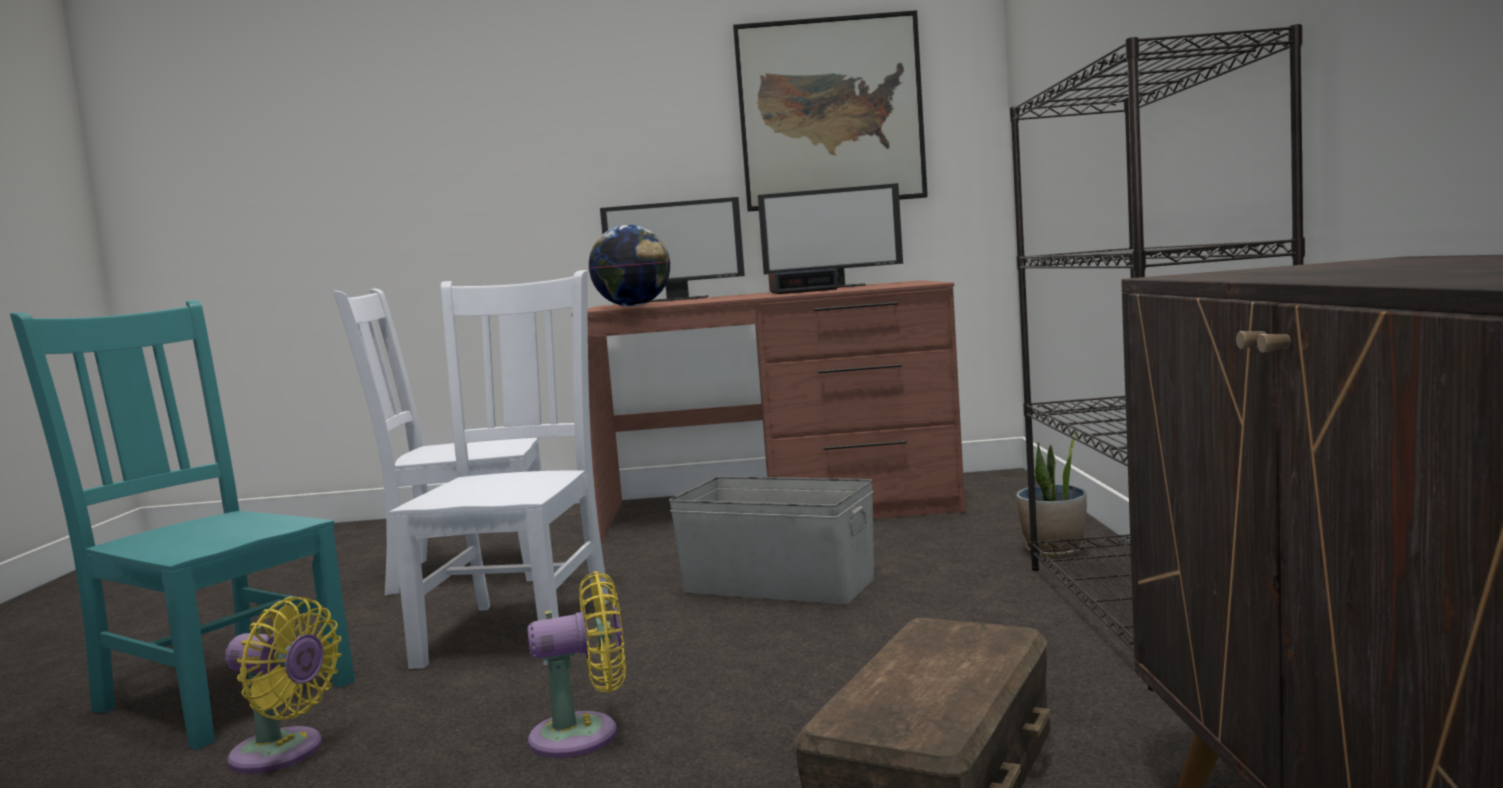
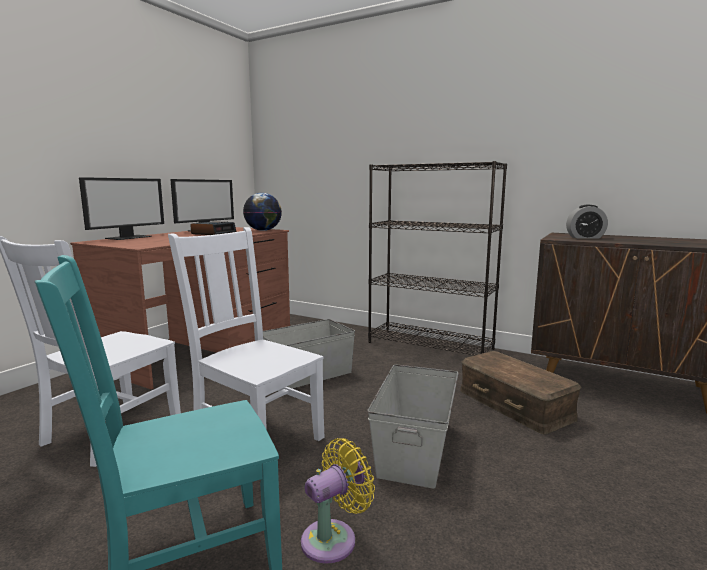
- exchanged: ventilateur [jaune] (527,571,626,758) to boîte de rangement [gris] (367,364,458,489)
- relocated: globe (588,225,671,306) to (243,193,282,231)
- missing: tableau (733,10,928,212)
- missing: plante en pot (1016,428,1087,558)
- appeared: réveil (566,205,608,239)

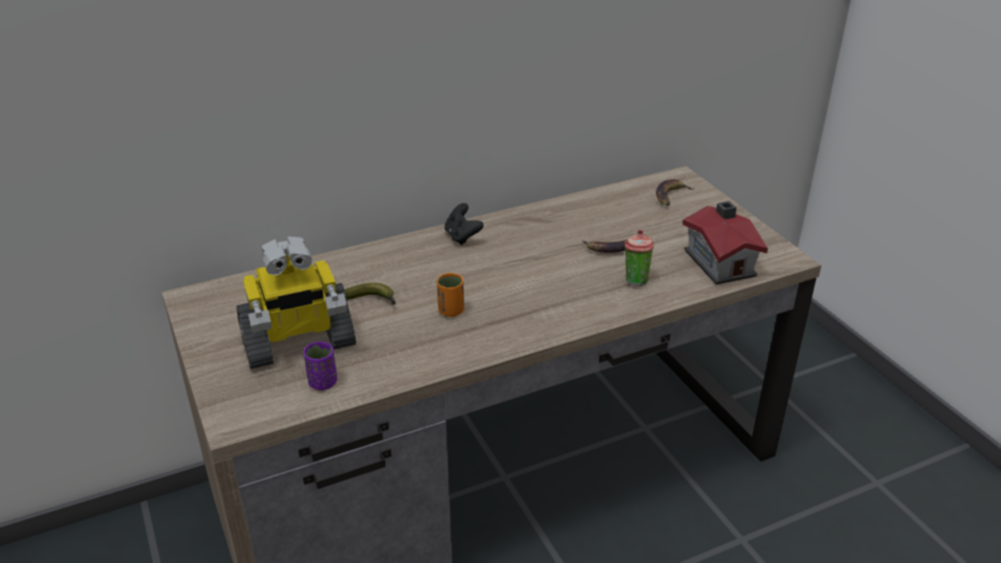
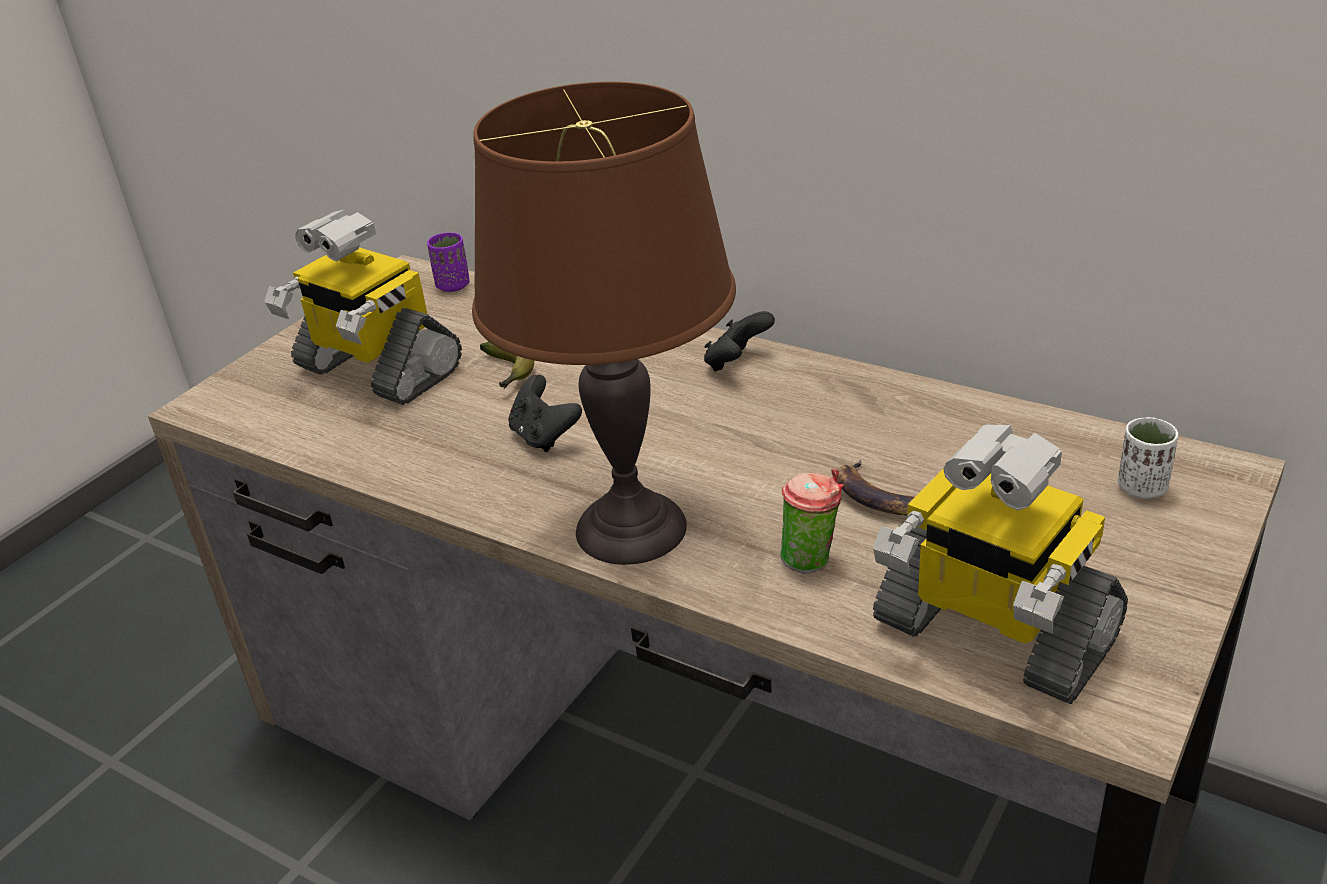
- relocated: tasse [violet] (303,342,337,390) to (427,233,470,292)
- exchanged: tasse [orange] (437,273,464,317) to manette [noir] (508,375,582,452)
- exchanged: banane (656,179,694,206) to tasse [blanc] (1118,417,1178,499)
- exchanged: maison miniature (682,201,768,285) to robot jouet (873,425,1128,704)
- appeared: lampe de table [marron] (472,82,736,565)

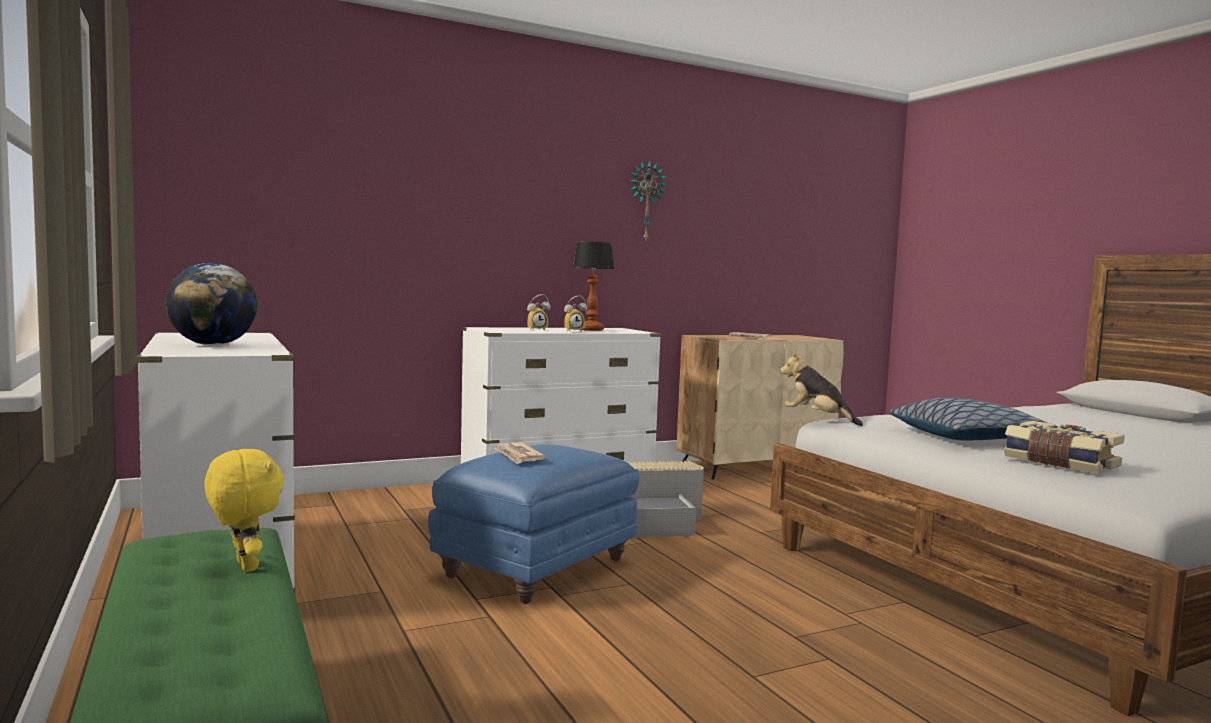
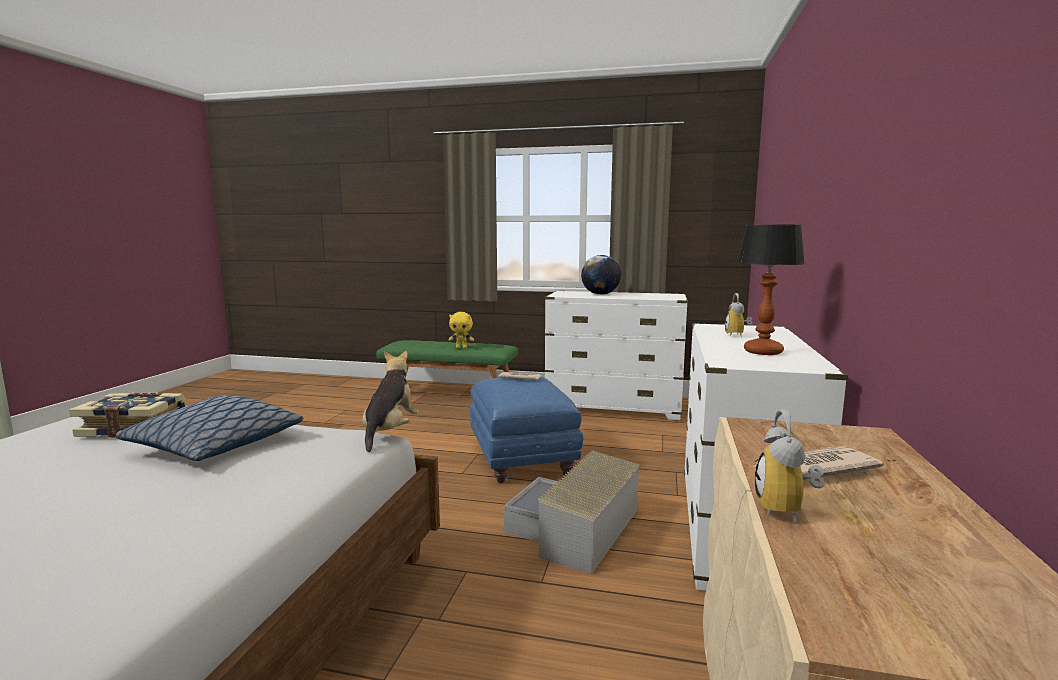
- relocated: réveil (564,295,587,332) to (755,409,825,523)
- missing: horloge murale (629,160,667,240)
- spun: peluche (780,351,863,426) = (363,351,419,452) 75 degrees counterclockwise

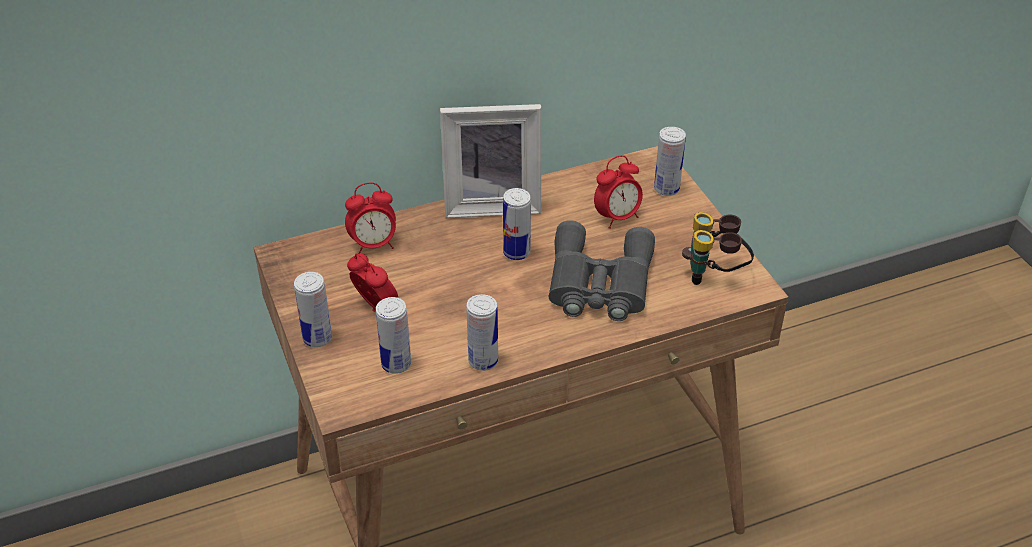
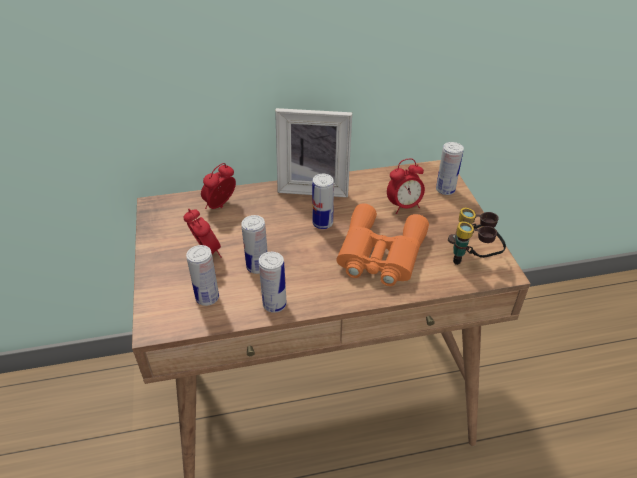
- relocated: boîte métallique (294,272,332,347) to (241,215,268,274)
- spun: réveil (345,183,396,254) = (201,163,236,209) 135 degrees clockwise
- colour: jumelles [gris] (549,220,655,321) to jumelles [orange] (336,203,429,286)

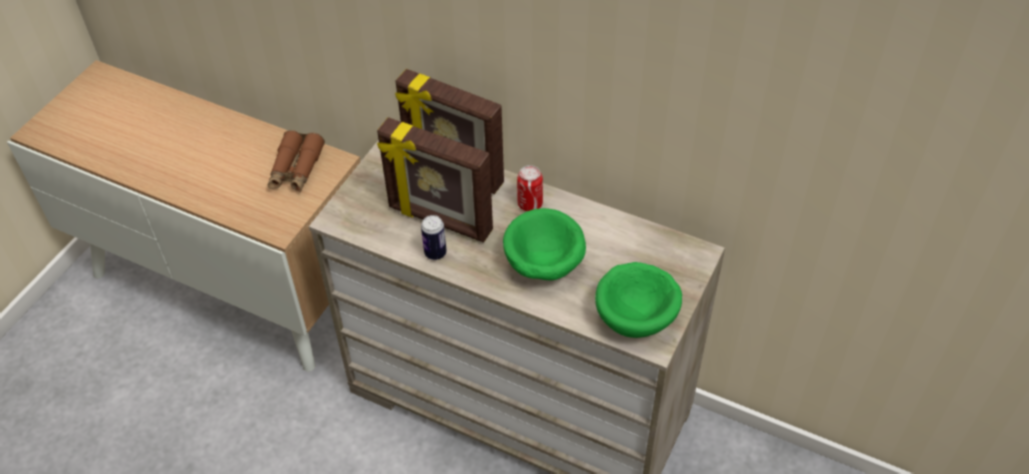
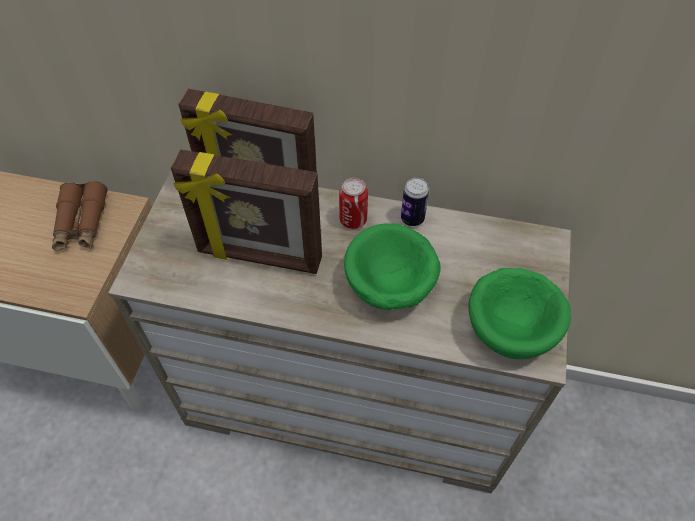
- relocated: boîte métallique (421,215,447,260) to (401,178,429,226)

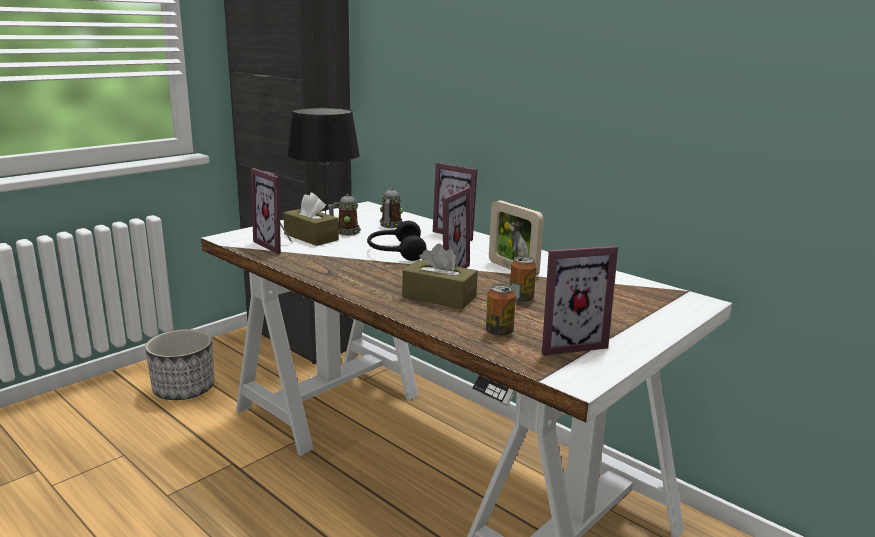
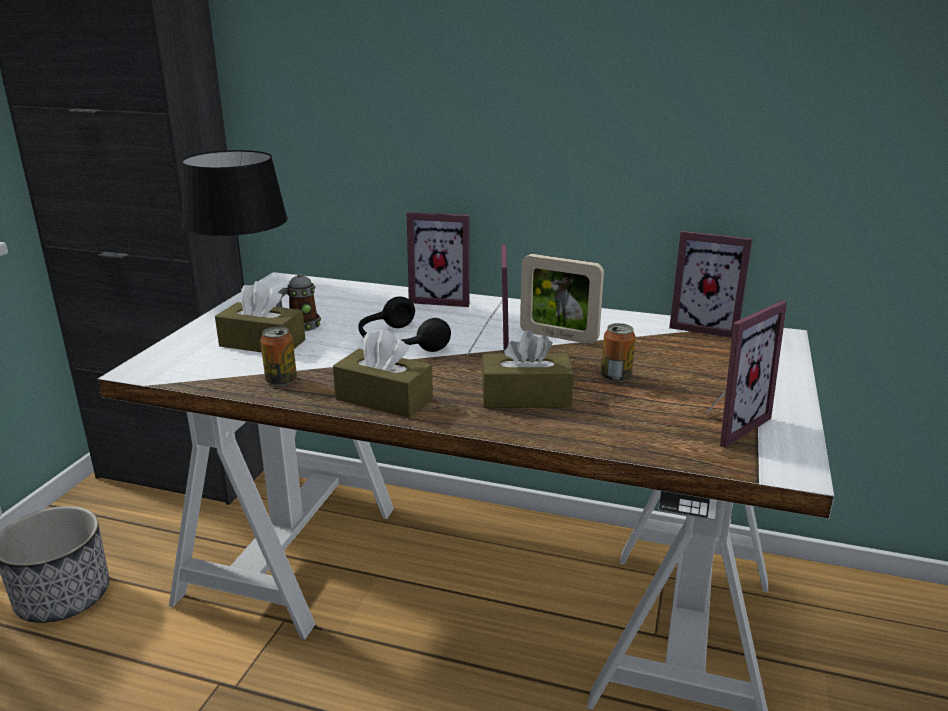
- relocated: cadre photo (251,168,292,254) to (669,231,753,338)
- missing: mug (380,188,403,228)
- relocated: boîte métallique (486,284,516,337) to (260,326,297,386)
- appeared: boîte à mouchoirs [marron] (333,329,433,418)

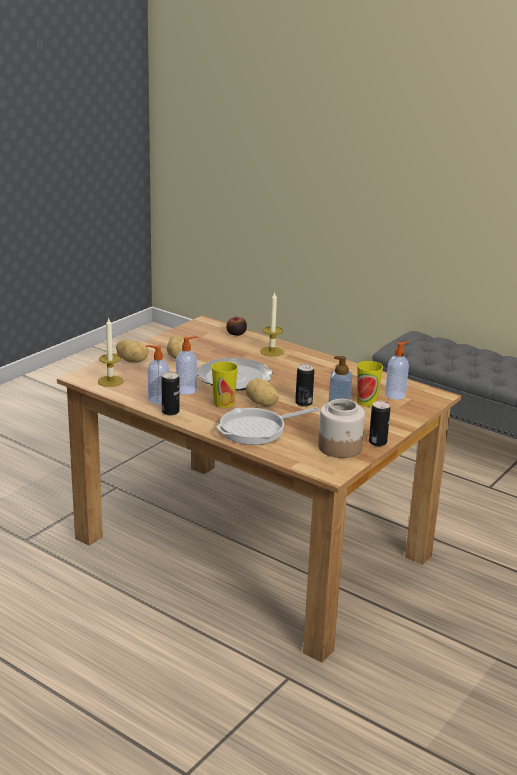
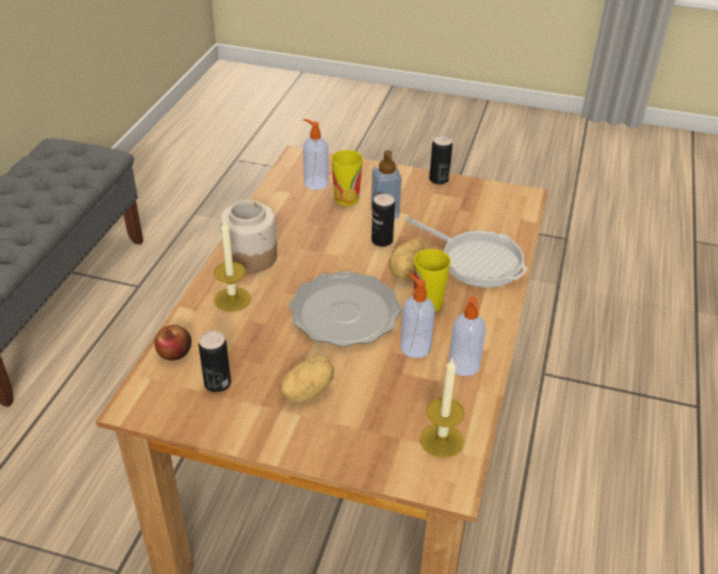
- missing: pomme de terre (116,340,149,362)
- relocated: boîte métallique (162,372,180,416) to (198,331,231,392)
- relocated: bocal (318,399,365,458) to (220,200,277,274)

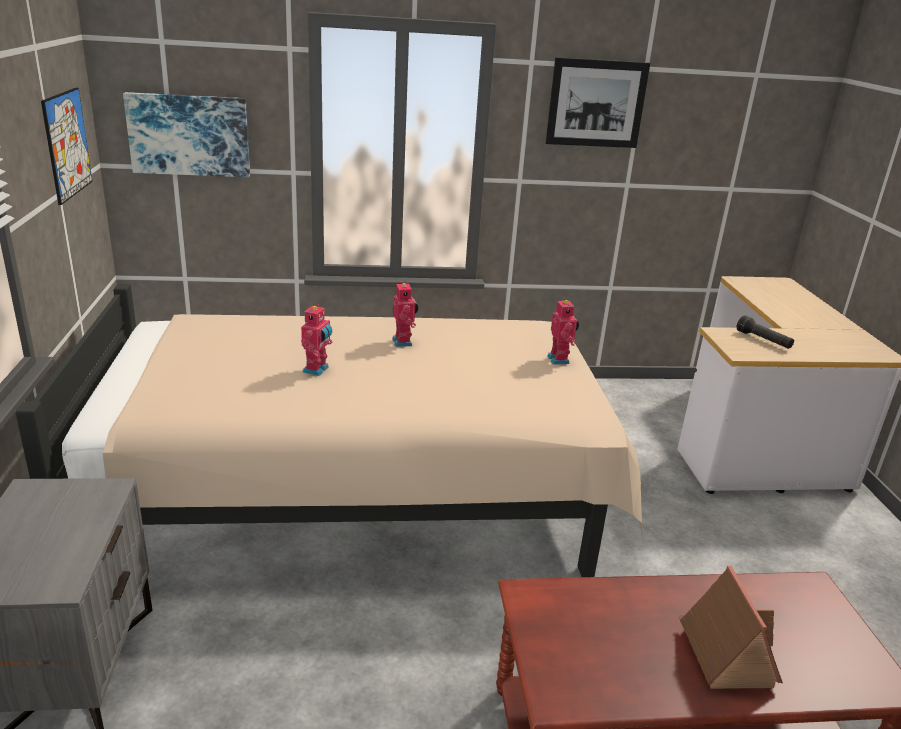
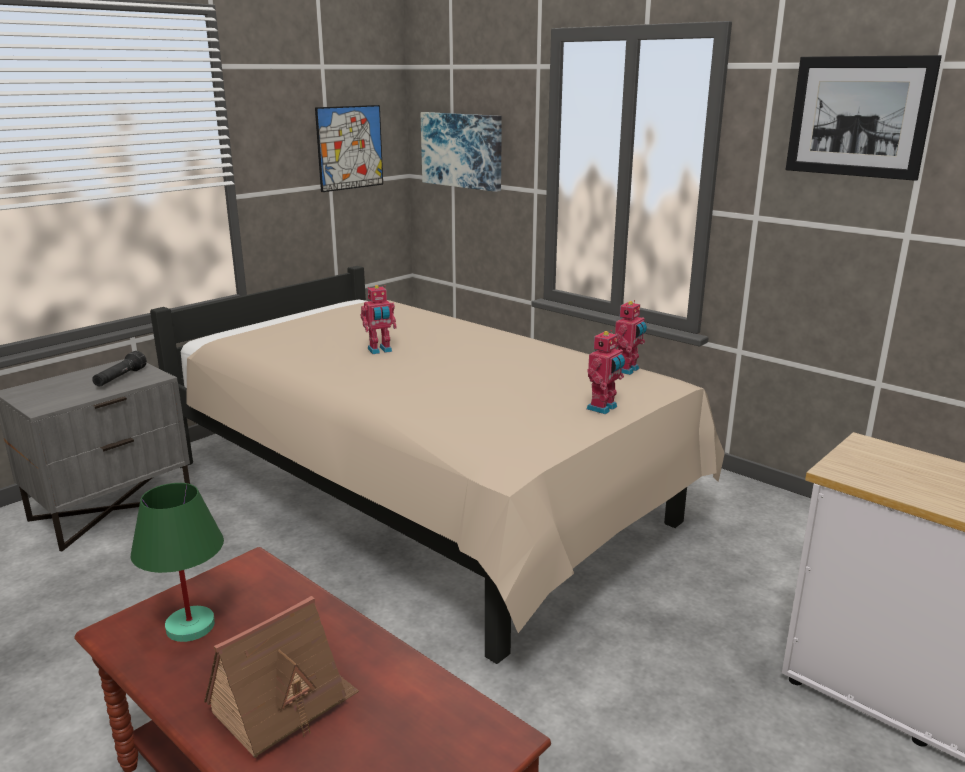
- relocated: robot jouet (392,281,418,347) to (615,300,647,375)
- relocated: lampe de poche [noir] (737,315,794,349) to (92,351,147,387)
- appeared: lampe de table [vert] (131,483,224,642)

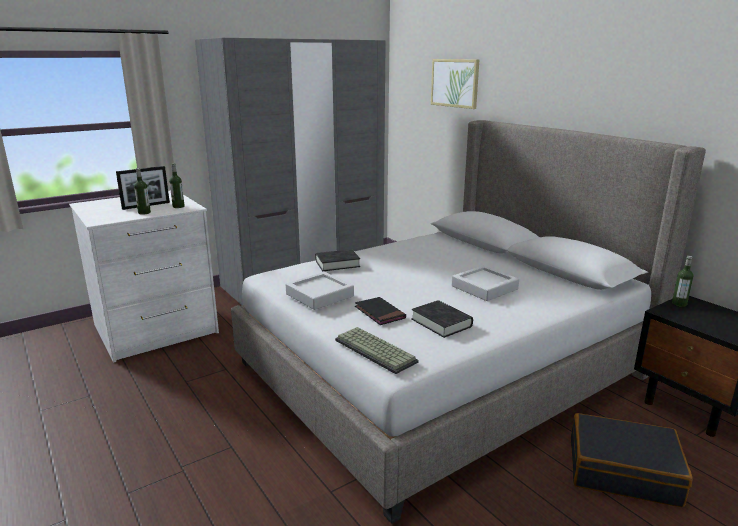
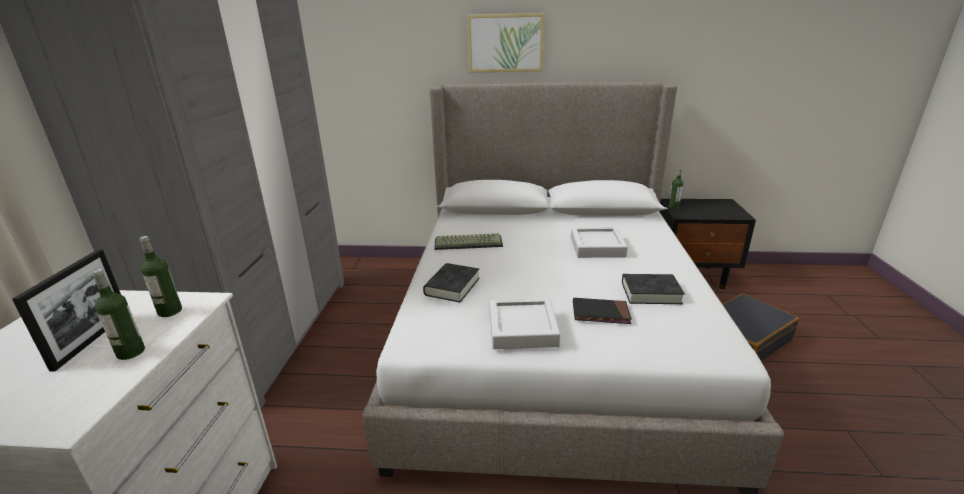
- relocated: clavier (335,327,419,374) to (435,233,503,250)
- relocated: tableau (431,59,479,109) to (467,13,544,73)

